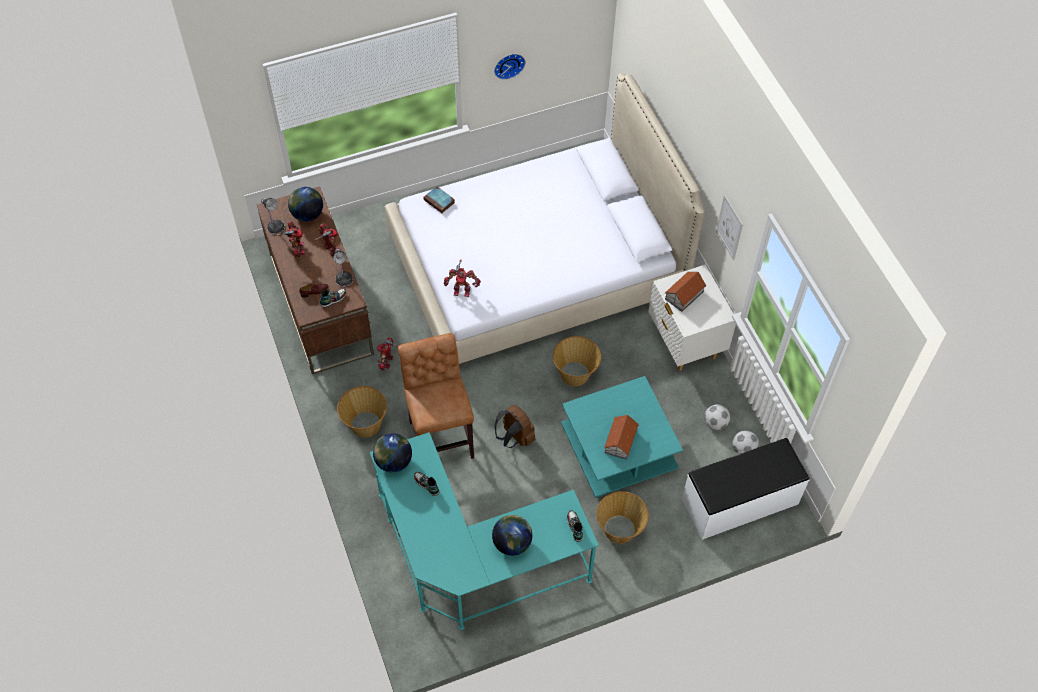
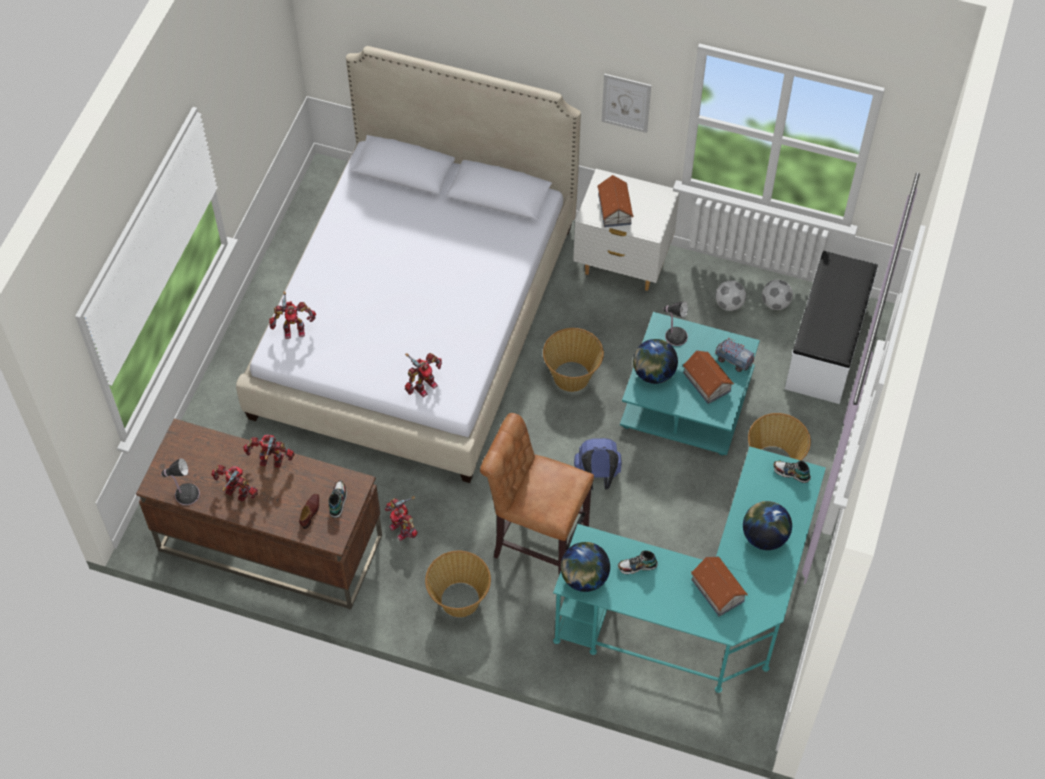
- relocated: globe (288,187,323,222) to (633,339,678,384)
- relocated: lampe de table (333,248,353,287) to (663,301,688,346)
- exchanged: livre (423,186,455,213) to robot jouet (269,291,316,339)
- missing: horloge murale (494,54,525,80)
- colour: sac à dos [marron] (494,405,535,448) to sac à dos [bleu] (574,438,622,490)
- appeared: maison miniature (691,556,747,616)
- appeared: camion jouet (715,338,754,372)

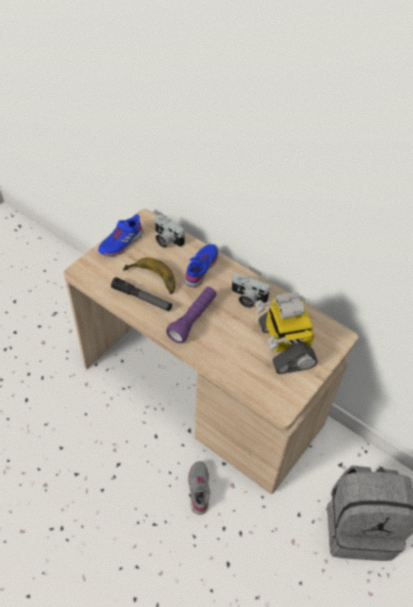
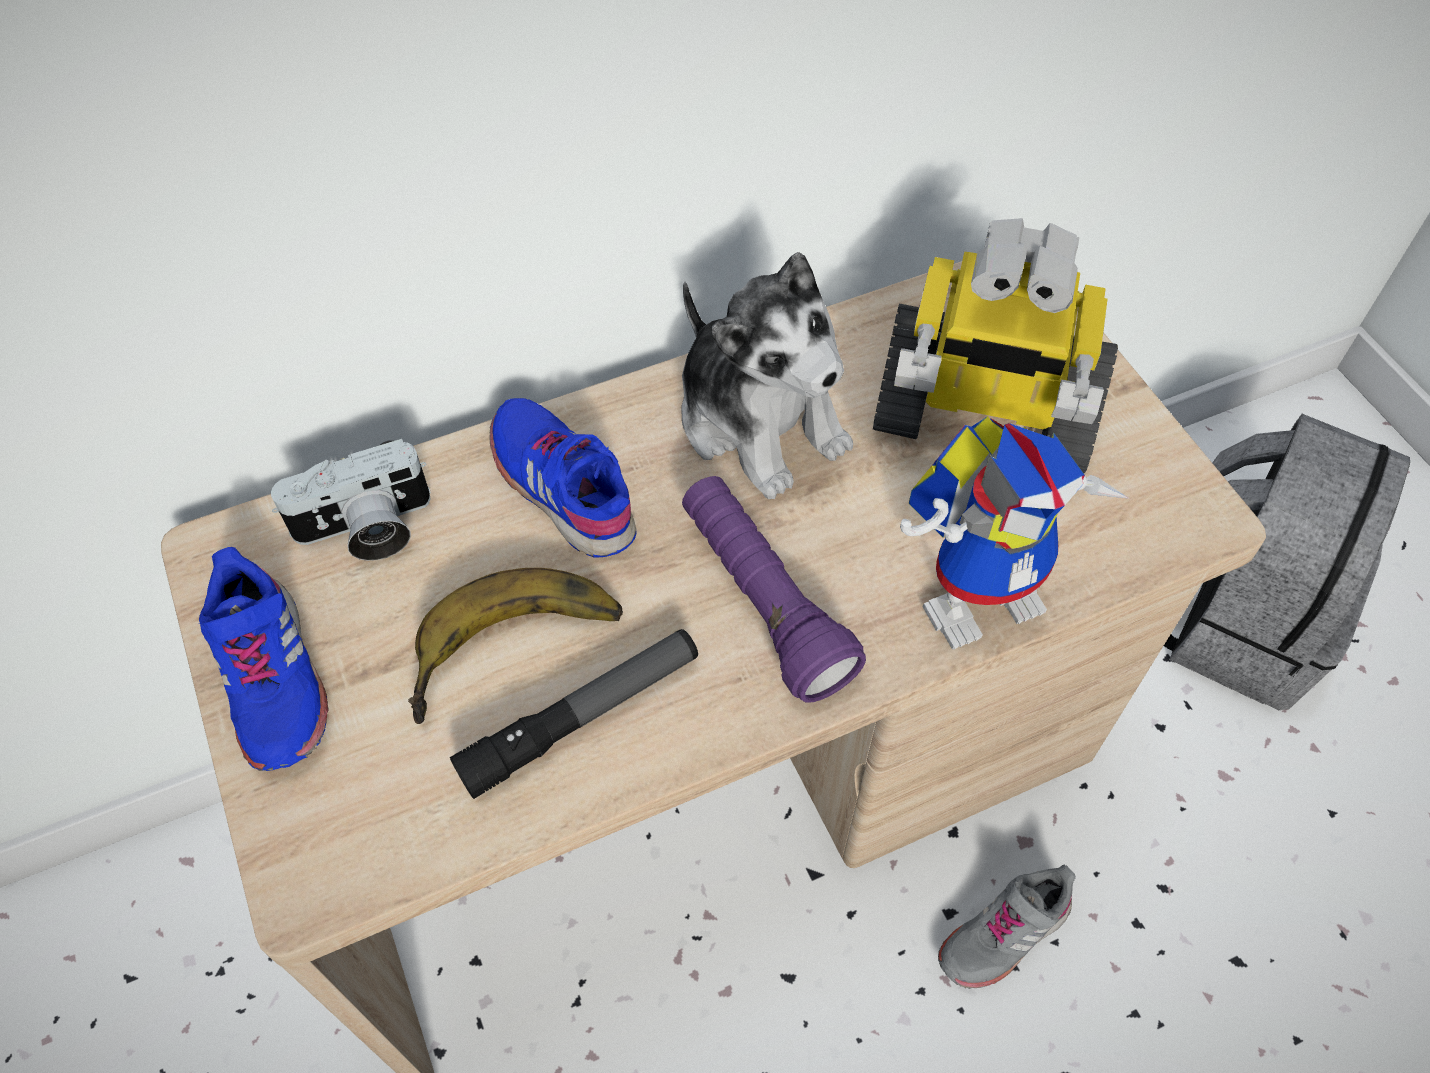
- spun: chaussure [gris] (188,461,210,515) = (938,865,1076,989) 60 degrees counterclockwise
- exchanged: appareil photo (231,274,270,308) to peluche (681,252,853,499)
- appeared: robot jouet (900,416,1130,650)

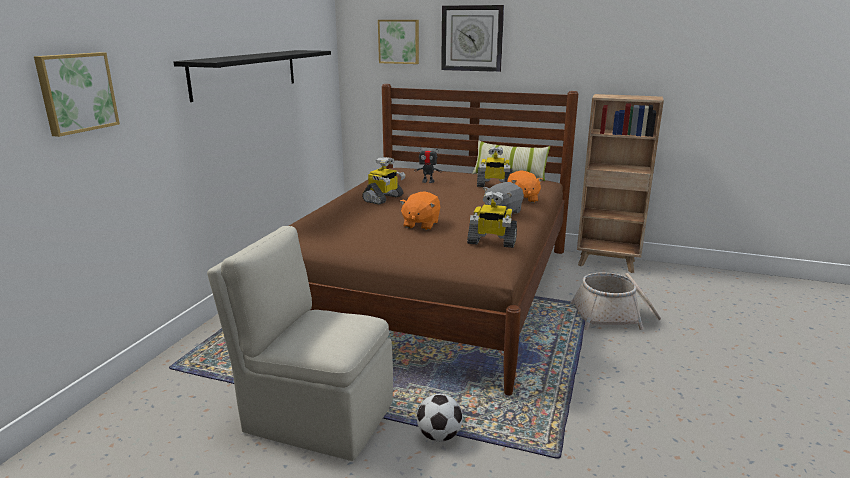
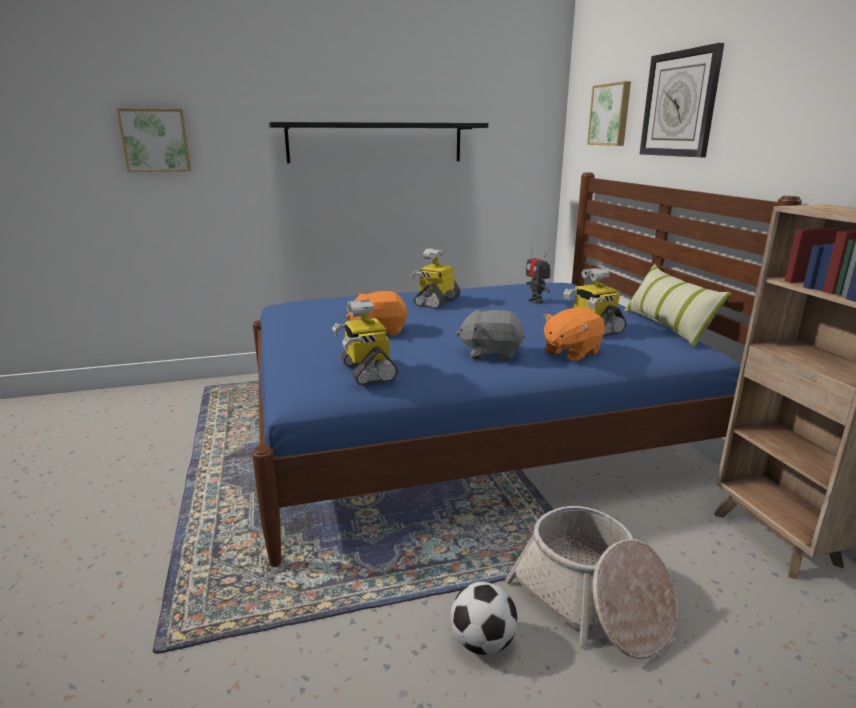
- missing: chaise [beige] (207,226,393,461)
- colour: lit [marron] (289,84,578,395) to lit [bleu] (252,172,802,567)
- spun: robot jouet (362,157,405,205) = (410,248,461,309) 120 degrees clockwise
- relocated: ballon de foot (417,394,463,442) to (450,582,518,655)

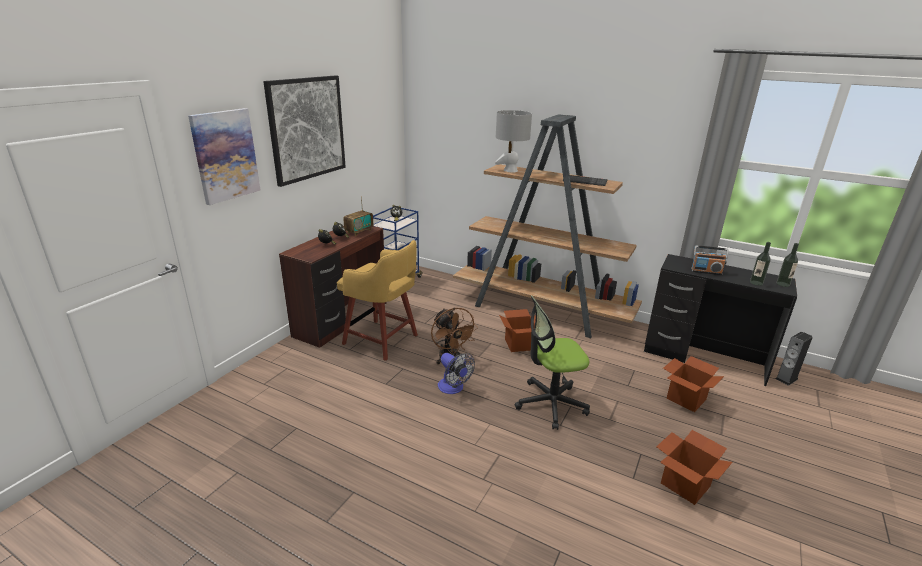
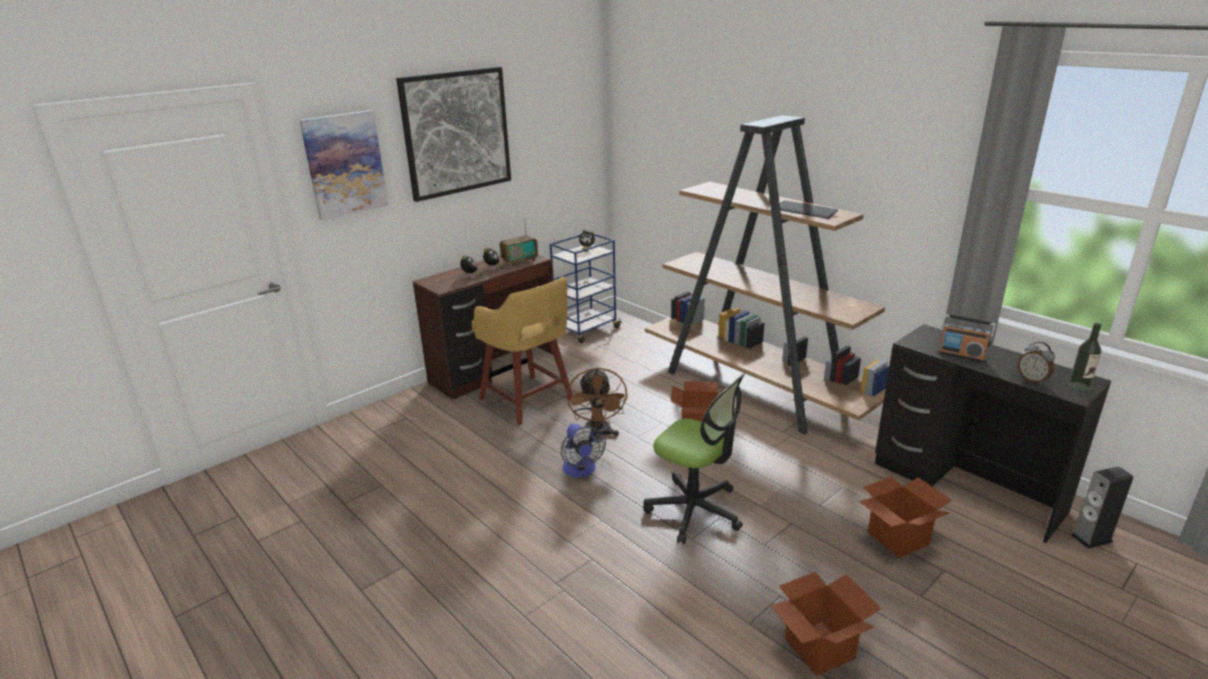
- missing: lampe de table [gris] (495,110,532,173)
- spun: chaise de bureau (515,296,590,430) = (643,372,745,544) 150 degrees counterclockwise
- exchanged: bouteille (750,242,771,286) to réveil (1018,342,1055,385)

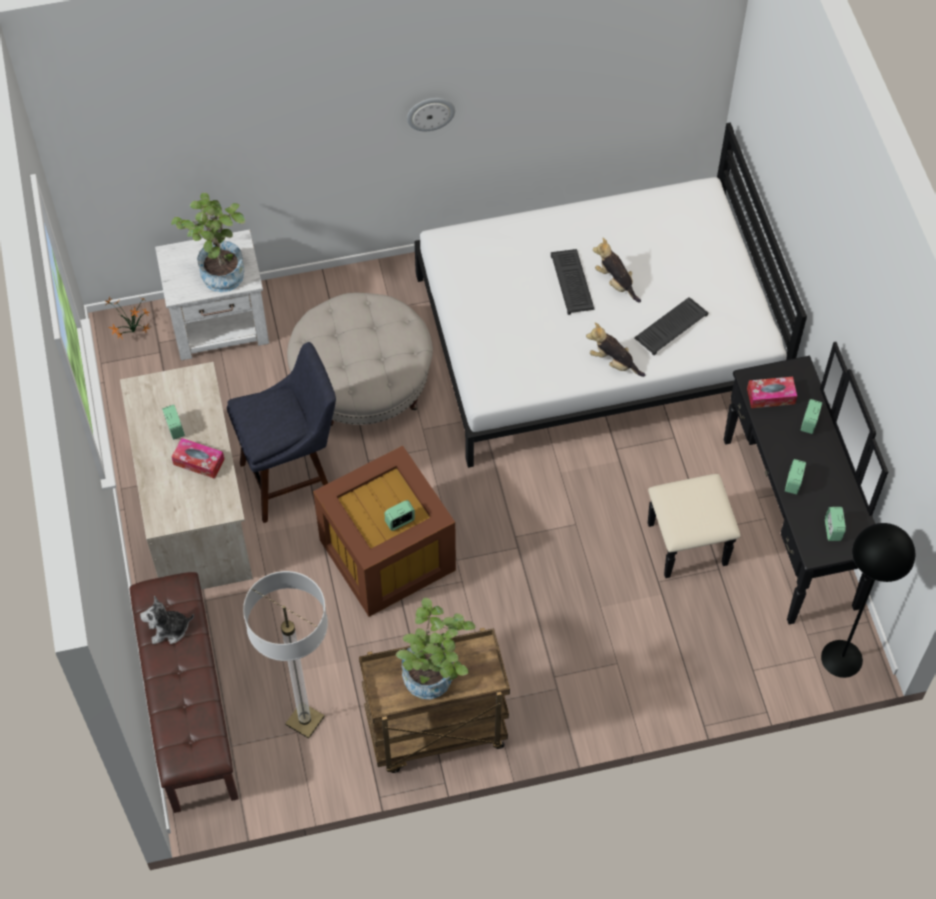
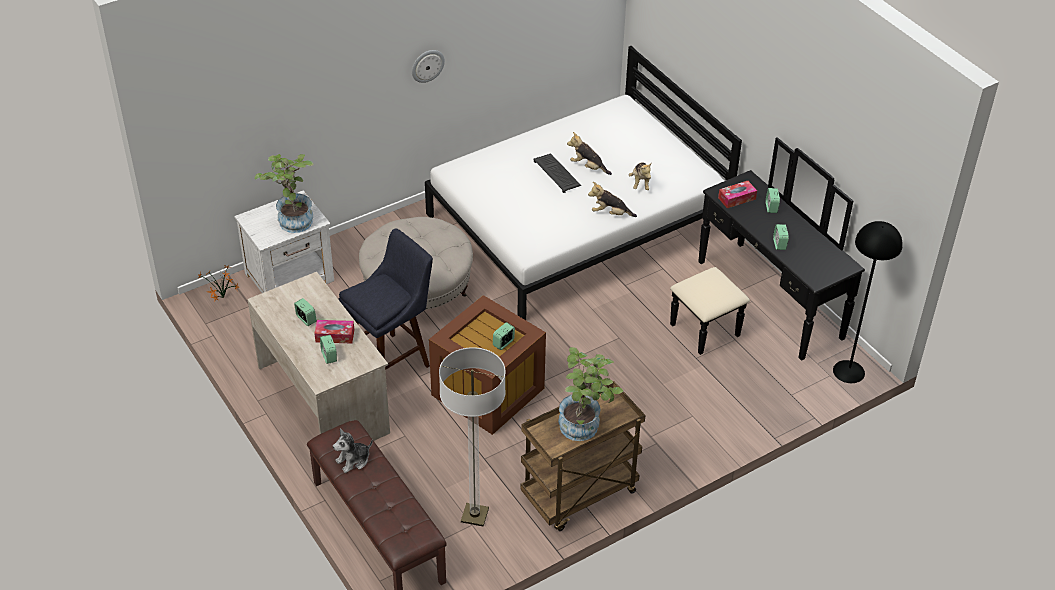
- exchanged: clavier (634,297,708,355) to peluche (629,162,652,190)
- relocated: réveil (825,507,846,541) to (320,335,337,364)

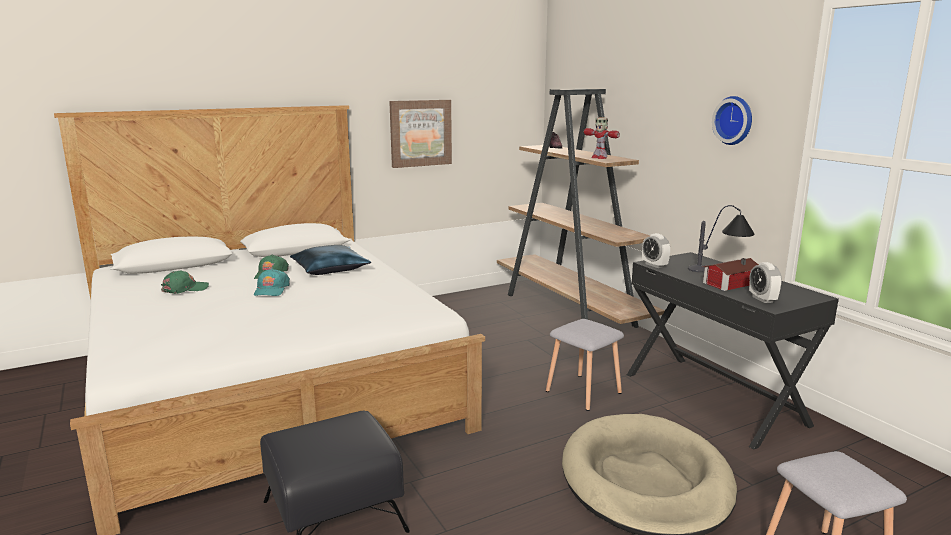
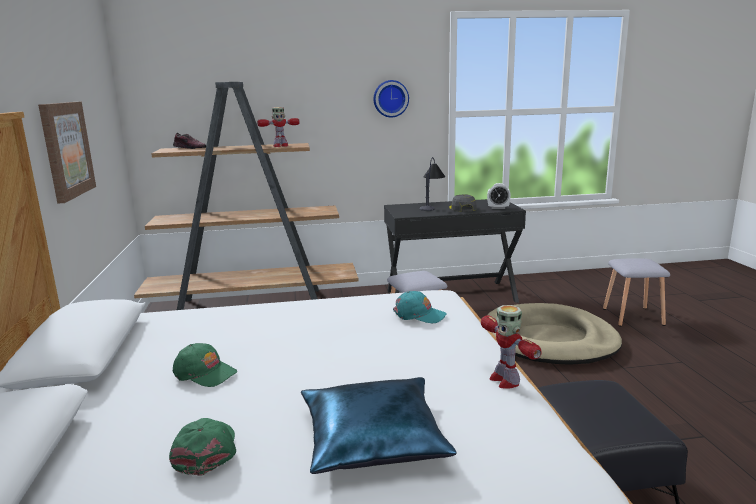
- relocated: casquette [turquoise] (254,269,290,296) to (393,291,447,323)
- relocated: coussin [bleu] (290,245,371,275) to (301,377,457,474)
- missing: réveil (642,233,670,268)
- exchanged: maison miniature (702,258,759,291) to casquette [gris] (449,194,476,212)
- appeared: robot jouet (481,305,542,389)

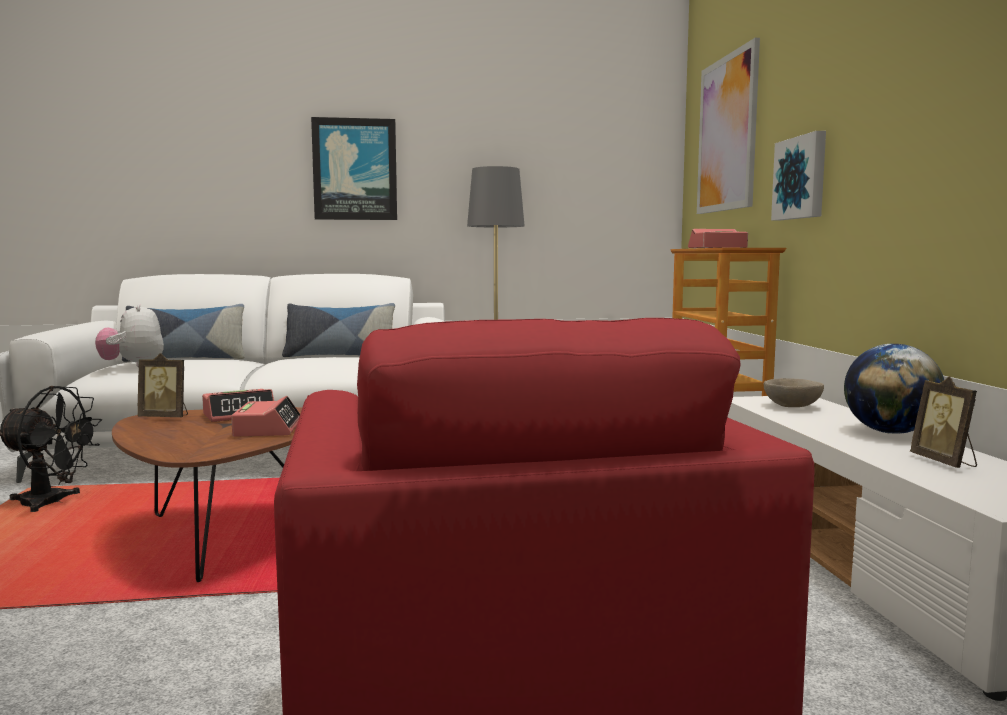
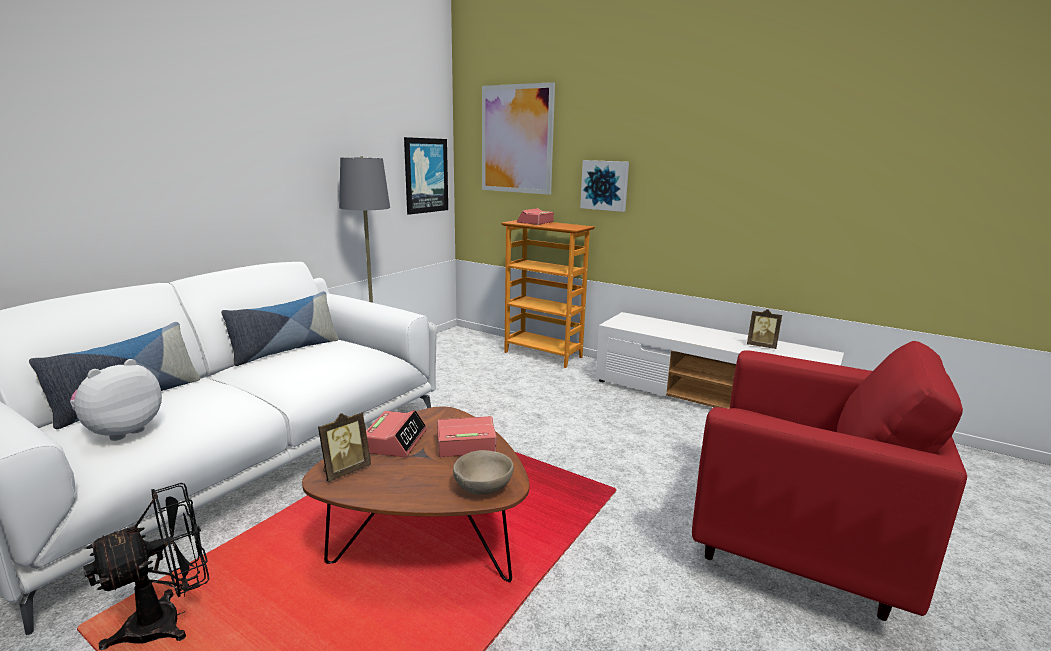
- spun: peluche (95,303,164,367) = (70,359,162,441) 105 degrees clockwise
- spun: réveil (231,396,300,437) = (437,416,497,457) 45 degrees counterclockwise
- relocated: tableau (311,117,397,220) to (404,137,448,215)
- relocated: bol [beige] (764,378,824,407) to (453,450,514,495)
- missing: globe (844,344,944,434)

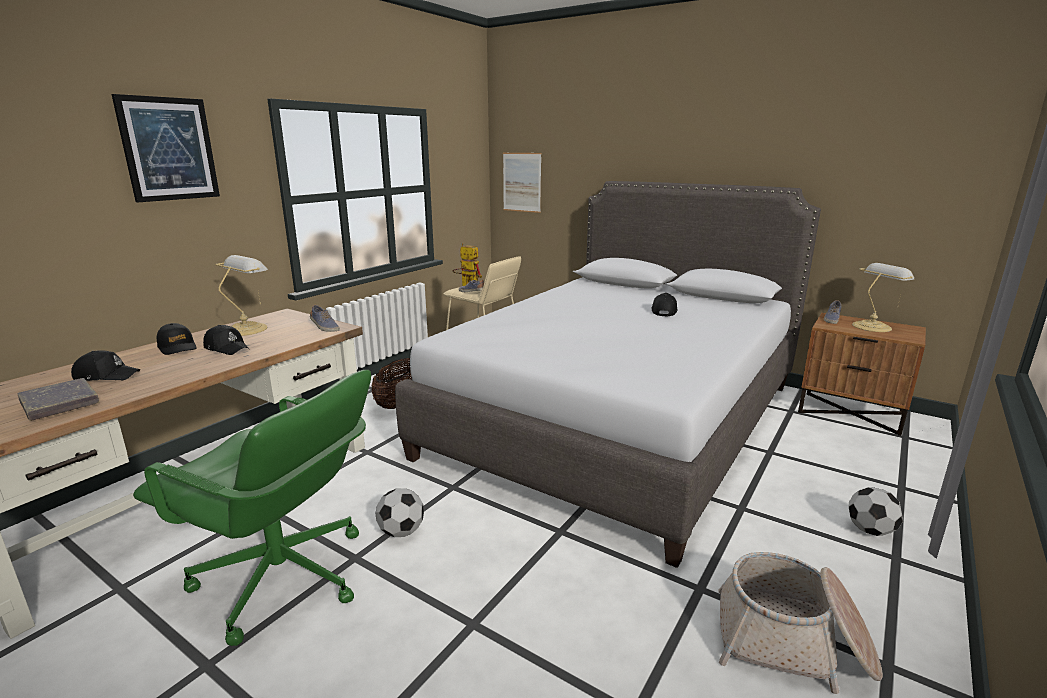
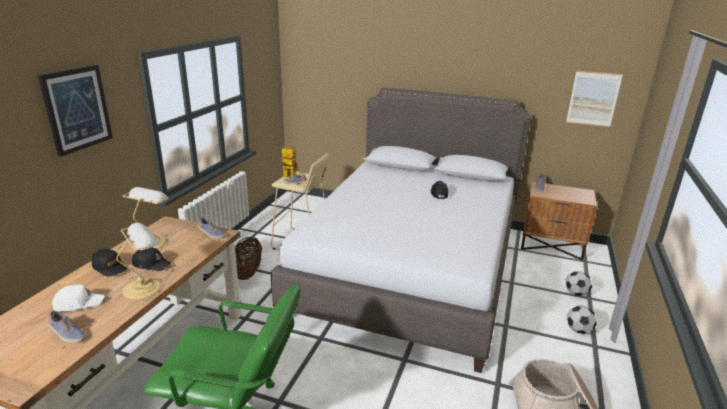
- exchanged: livre [gris] (17,378,99,421) to chaussure (48,311,86,343)
- colour: casquette [noir] (71,350,140,381) to casquette [blanc] (52,285,105,312)
- relocated: ballon de foot (376,488,424,537) to (565,271,592,296)
- relocated: tableau (503,153,541,213) to (566,71,623,127)
- relocated: lampe de table (852,263,914,332) to (116,223,162,299)

